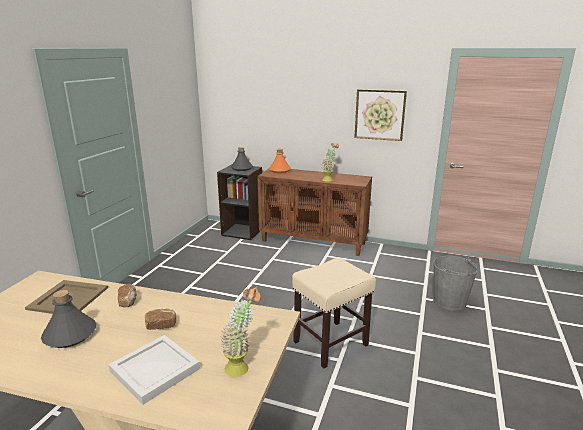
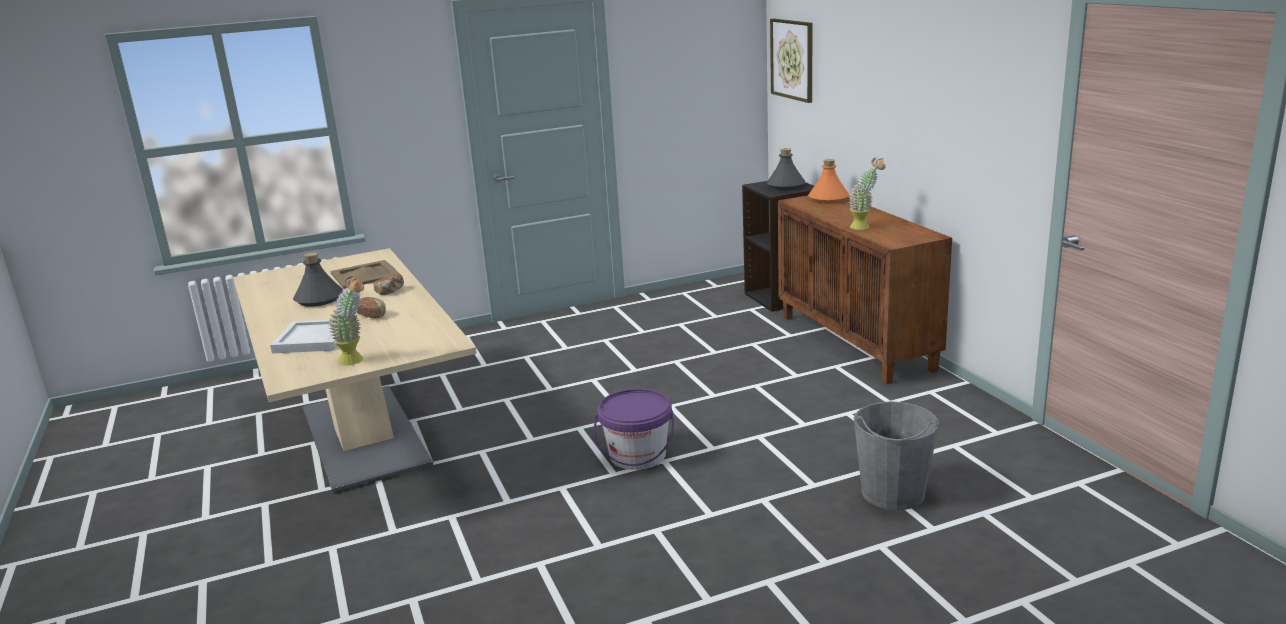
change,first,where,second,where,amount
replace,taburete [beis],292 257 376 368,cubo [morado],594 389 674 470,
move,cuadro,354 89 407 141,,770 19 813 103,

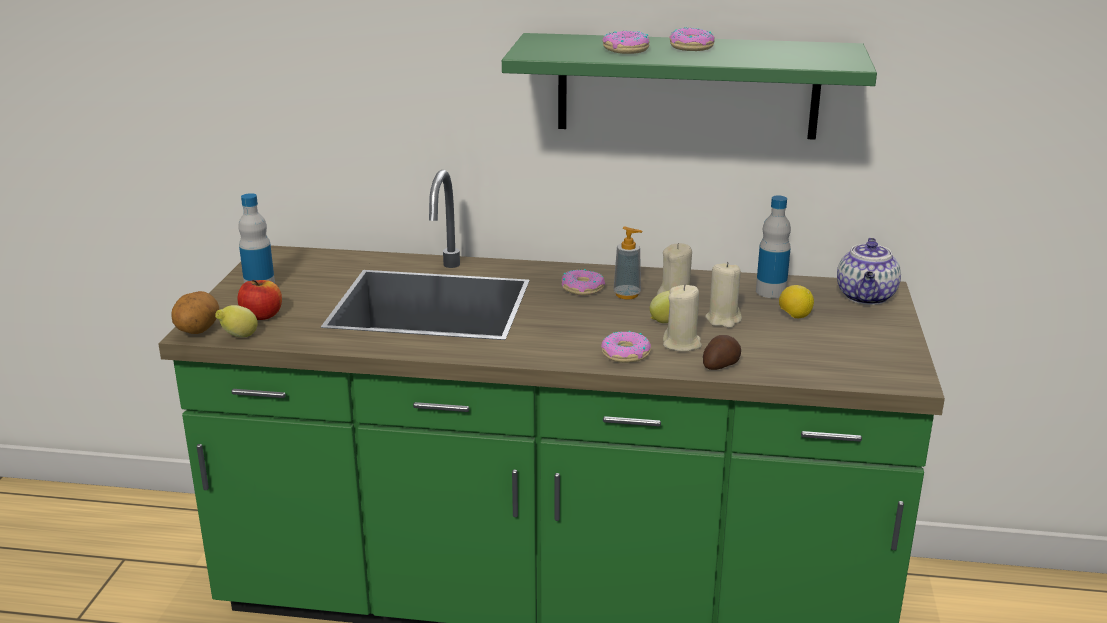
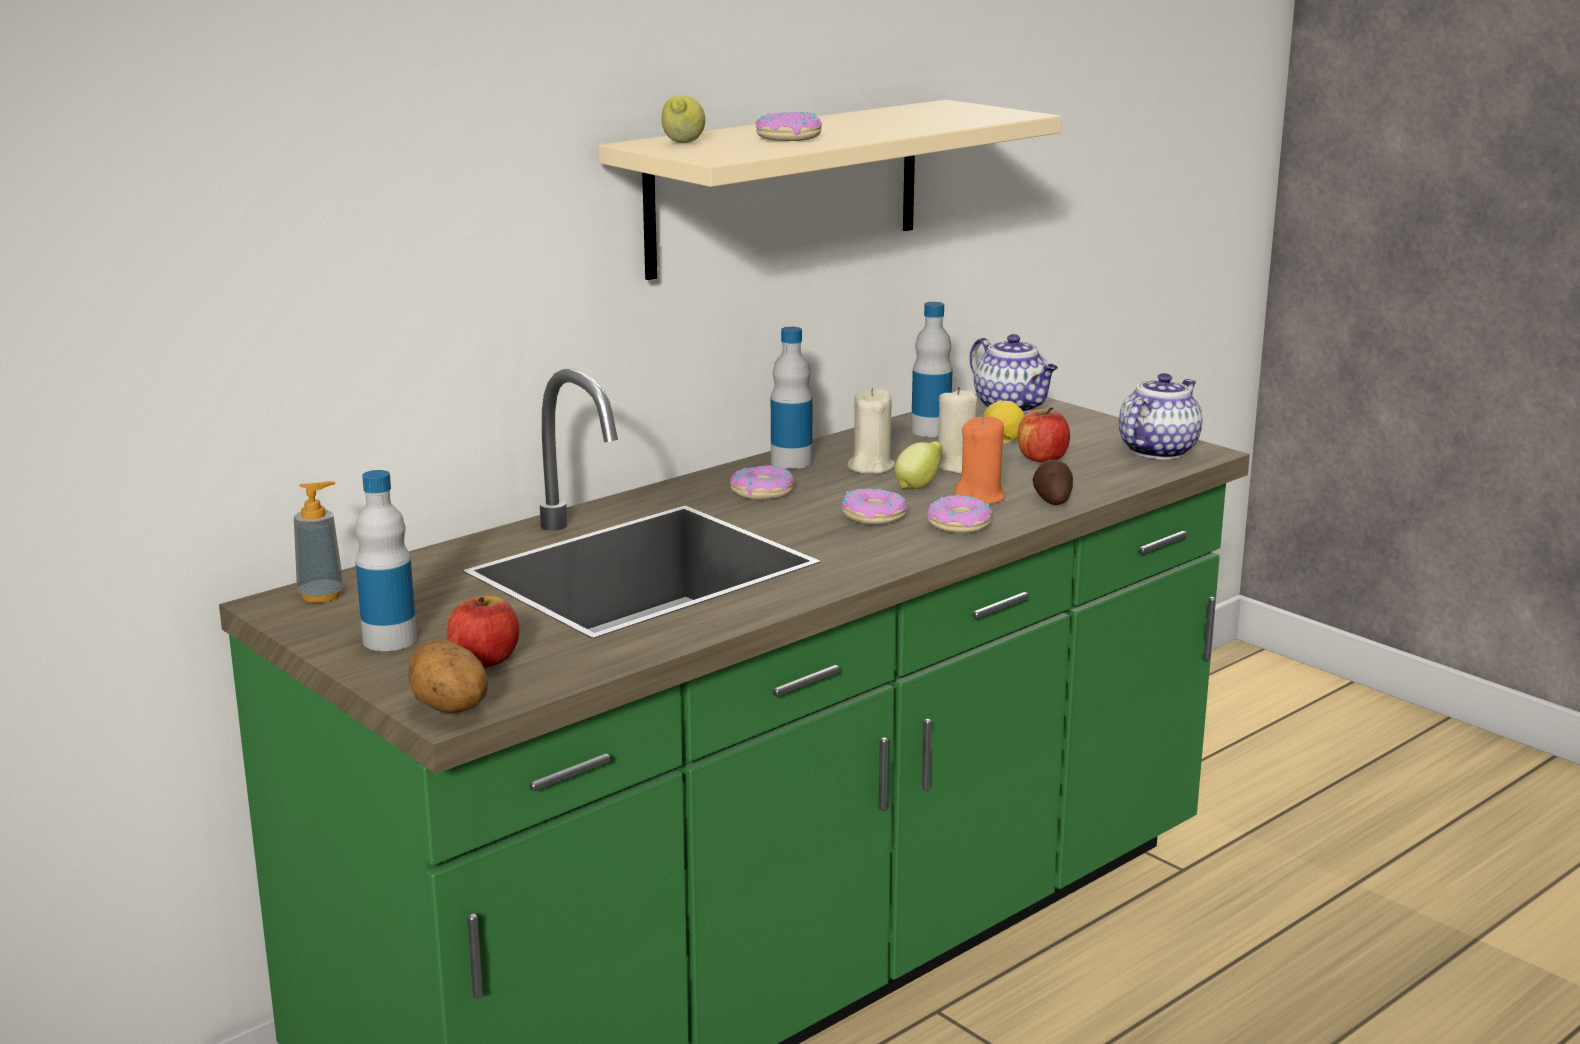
change,first,where,second,where,amount
move,limón,215 305 258 337,,661 95 705 143,
recolor,estante [verde],502 33 877 140,estante [beis],599 100 1062 280,
move,dispensador de jabón,614 227 642 299,,294 481 344 603,
recolor,vela [beis],663 285 702 352,vela [naranja],953 415 1005 504,
move,rosquilla,669 28 715 51,,842 488 907 525,
insert,,,botella,771 327 812 469,
insert,,,manzana,1018 407 1070 463,
insert,,,tetera,1119 373 1203 460,

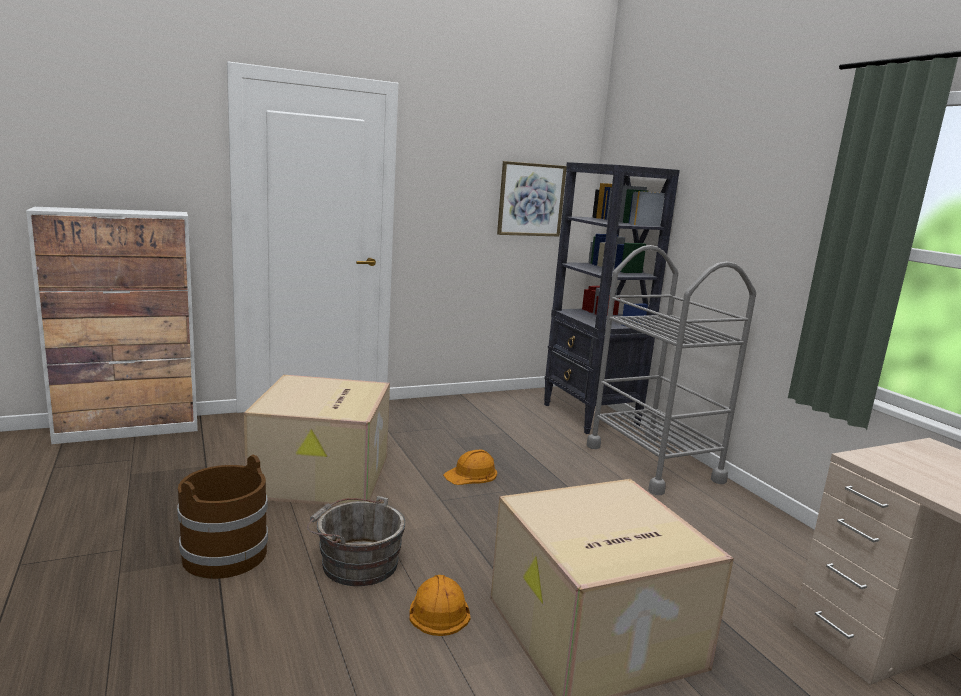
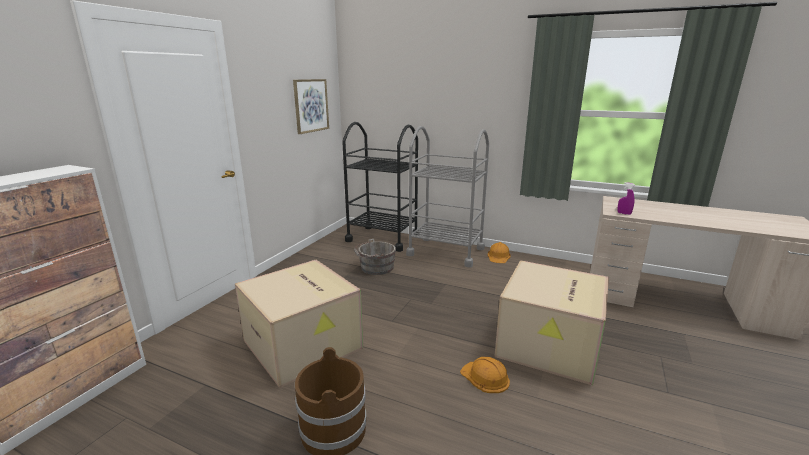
change,first,where,second,where,amount
move,cubo [gris],307 495 405 586,,354 239 396 275,
move,casco [naranja],443 449 497 485,,488 242 511 263,
replace,estantería [negro],544 162 680 434,carrito [negro],342 122 418 252,
insert,,,pulverizador [morado],617 182 635 215,

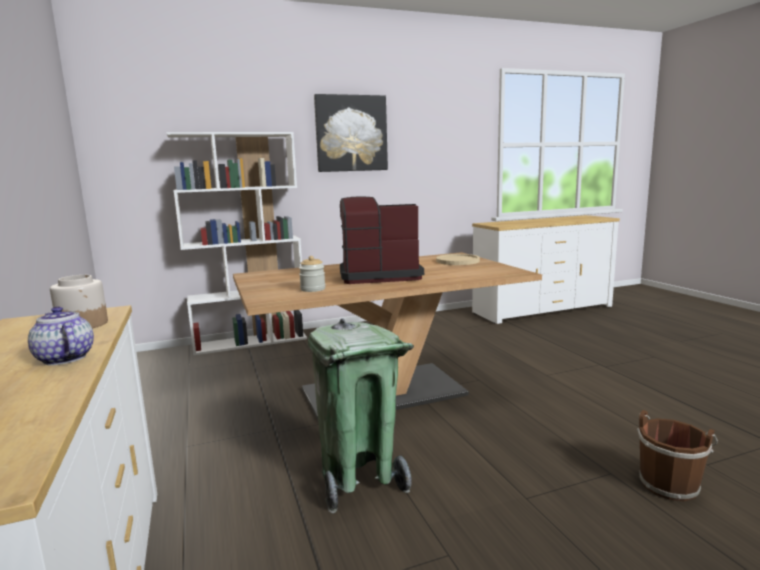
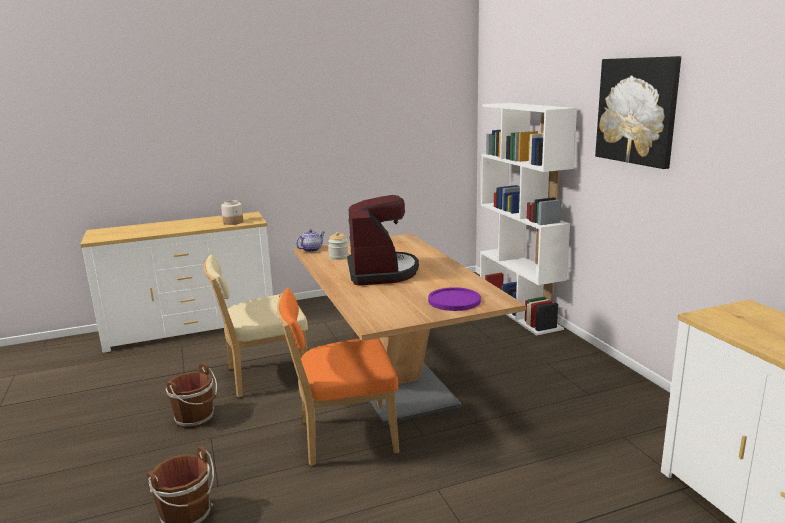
change,first,where,second,where,amount
move,tetera,28 306 94 366,,296 229 325 252,
replace,papelera [verde],308 318 414 513,silla [beis],204 254 308 398,
recolor,plato [beis],436 254 480 265,plato [morado],428 287 481 311,
insert,,,cubo [marrón],166 363 217 428,
insert,,,silla [naranja],277 288 399 466,

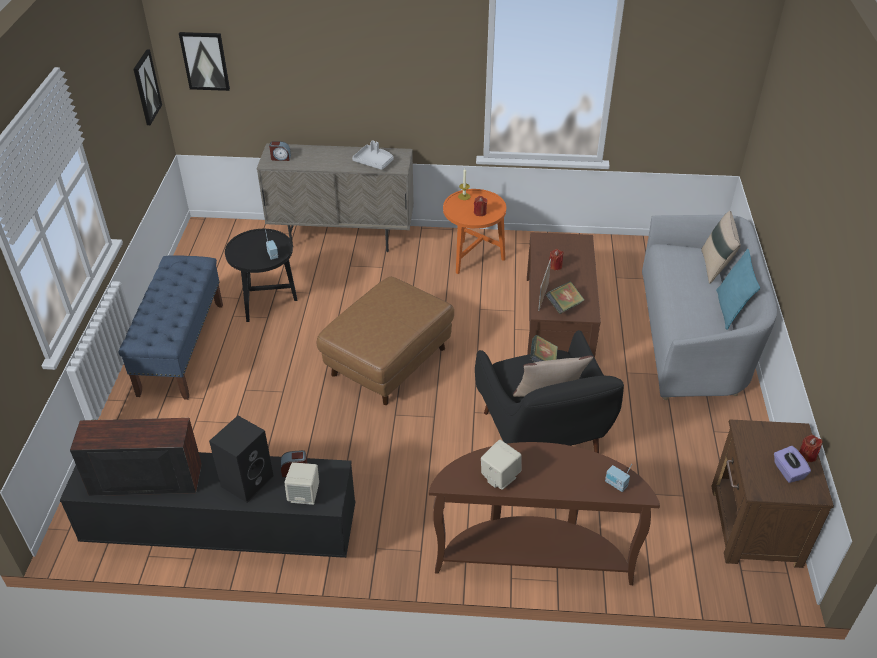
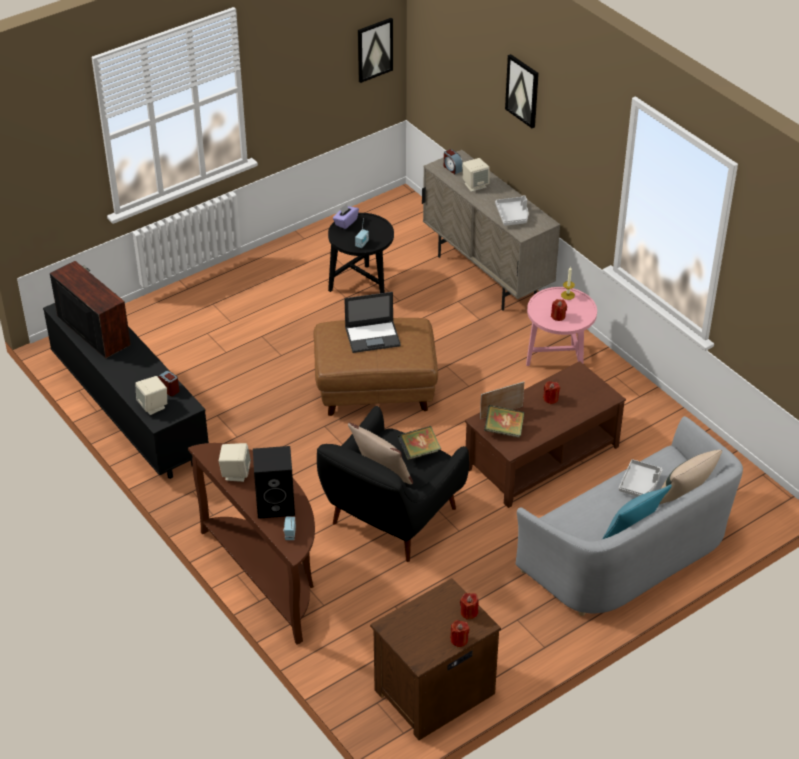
change,first,where,second,where,amount
delete,banco [azul],118 255 223 400,,,
move,cuadro,179 32 230 91,,505 54 539 128,
move,altavoz [negro],209 416 274 503,,253 446 295 519,
recolor,mesa auxiliar [naranja],443 189 506 274,mesa auxiliar [rosa],526 287 597 366,
move,caja de pañuelos [morado],774 446 811 483,,333 204 359 229,
insert,,,portátil,344 292 401 353,
insert,,,vela [rojo],460 593 479 620,
insert,,,altavoz [beis],462 158 489 192,
insert,,,bandeja [gris],619 459 663 497,

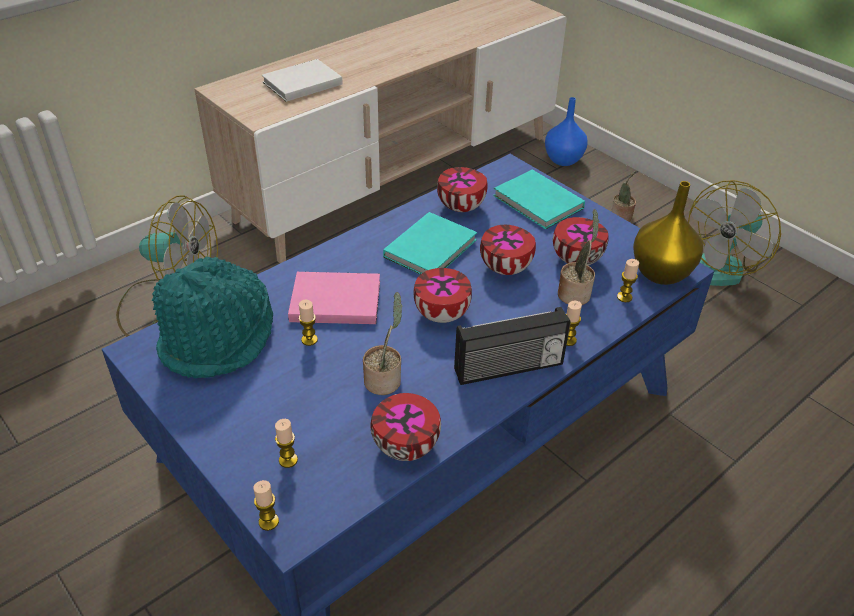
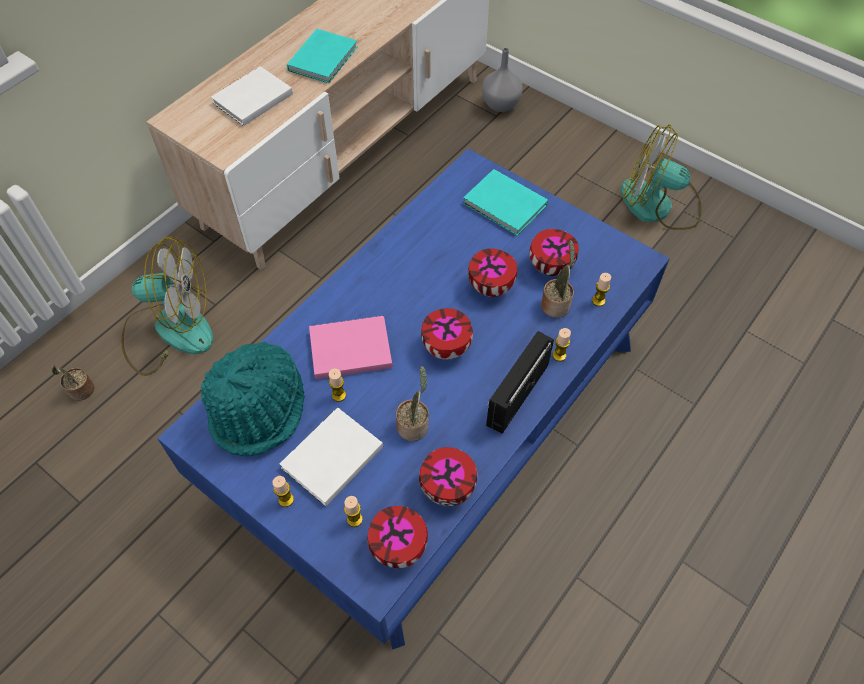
change,first,where,second,where,amount
move,vela,253 480 279 531,,272 476 294 507,
move,libro [turquesa],383 212 477 274,,287 29 358 83,
move,cuenco,437 167 488 212,,367 506 428 568,
rotate,radio,454 307 571 385,,486 331 554 434,150 degrees clockwise
recolor,florero [azul],545 97 588 166,florero [gris],482 48 523 112,
move,planta en maceta,611 171 636 222,,51 365 94 401,
delete,florero [amarillo],633 181 703 285,,,
rotate,ventilador,688 180 781 286,,621 125 702 230,75 degrees clockwise
insert,,,libro [blanco],280 407 383 506,

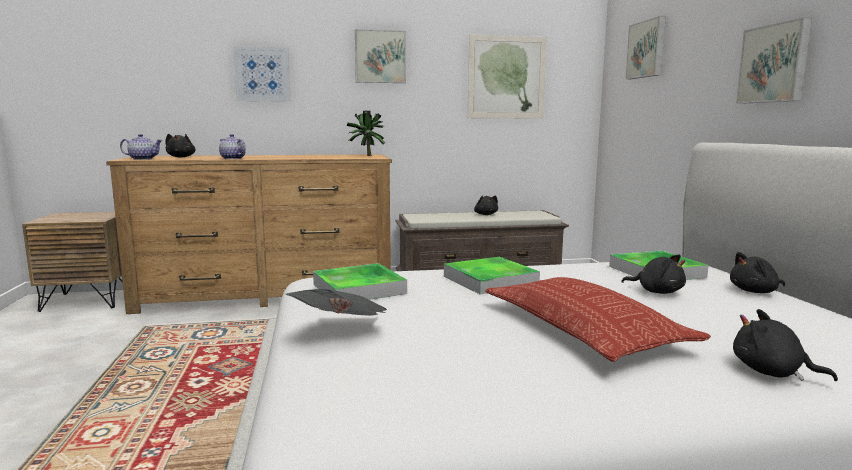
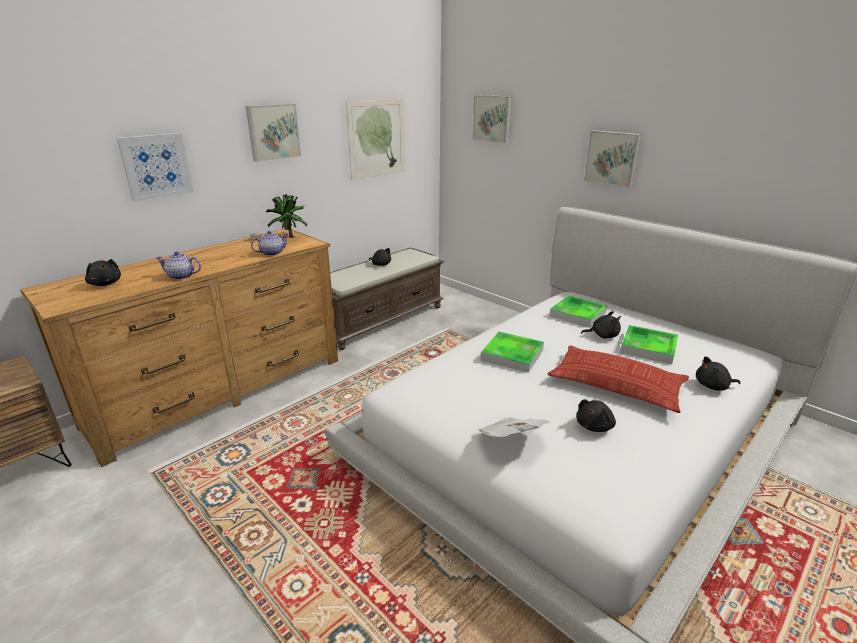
change,first,where,second,where,amount
move,tetera,120 134 163 160,,251 231 289 256,
move,bandeja,313 263 407 300,,620 325 678 364,
move,peluche [negro],730 252 785 293,,576 399 616 432,

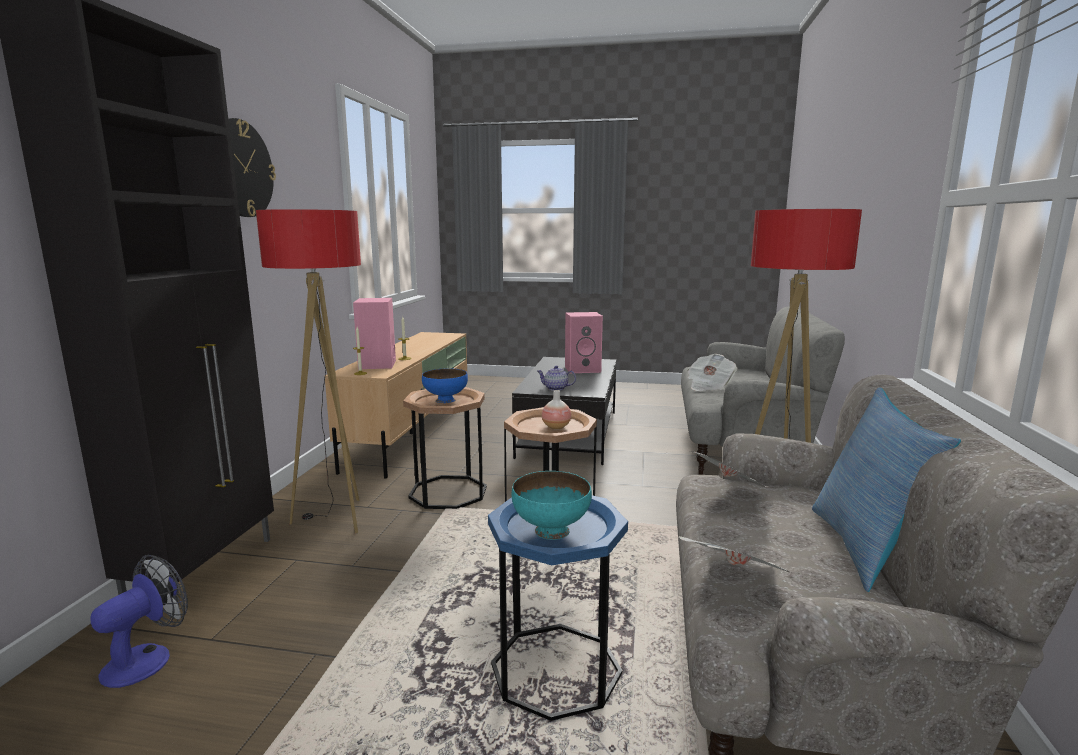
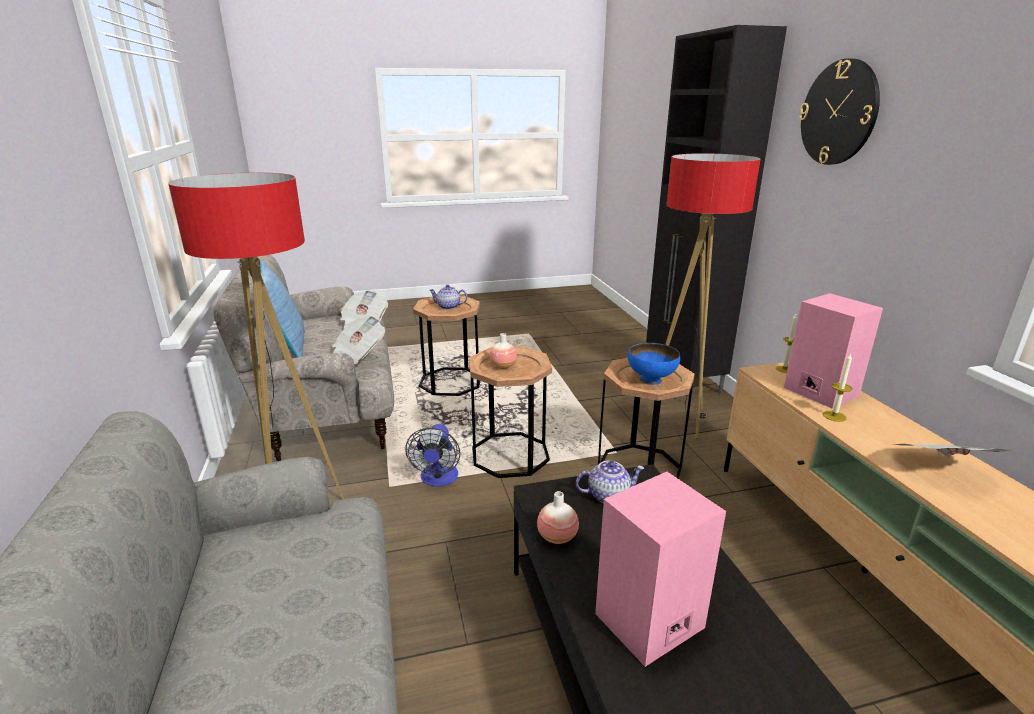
change,first,where,second,where,amount
move,ventilador,90 555 188 688,,405 424 460 487,
recolor,mesa auxiliar [azul],488 495 628 721,mesa auxiliar [marrón],413 295 481 396,
replace,cuenco [turquesa],512 471 592 540,tetera,429 285 467 310,
move,periódico,688 354 737 391,,894 444 1010 457,
insert,,,florero,537 491 579 544,

